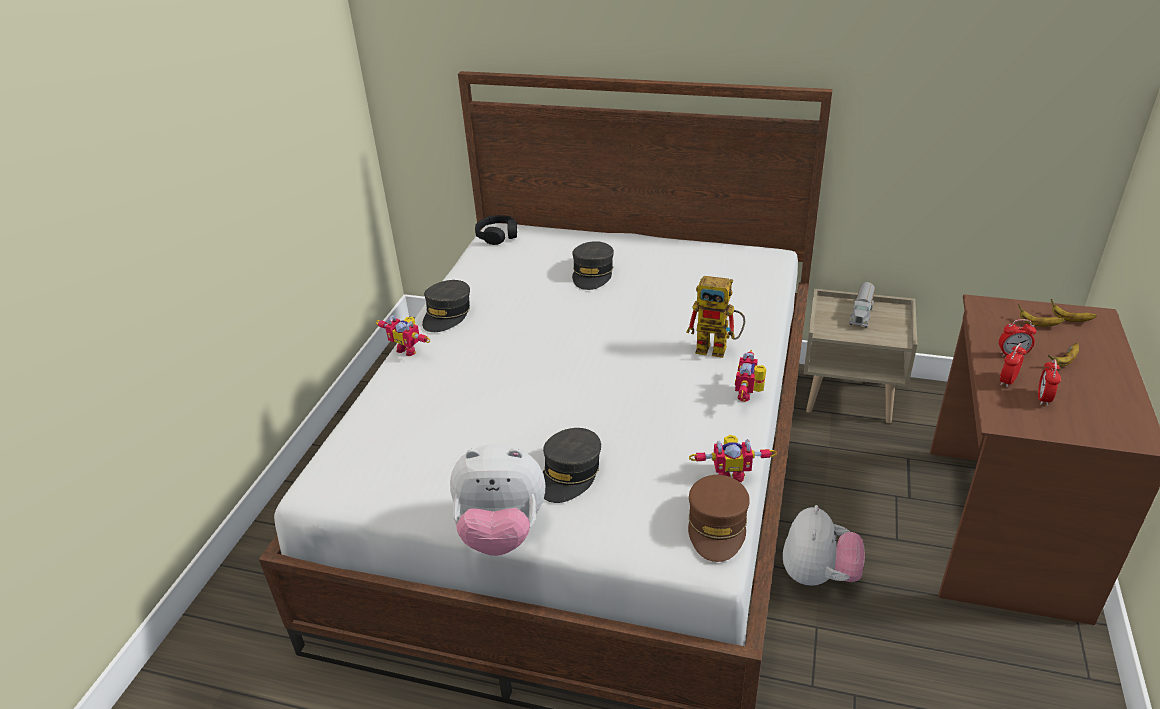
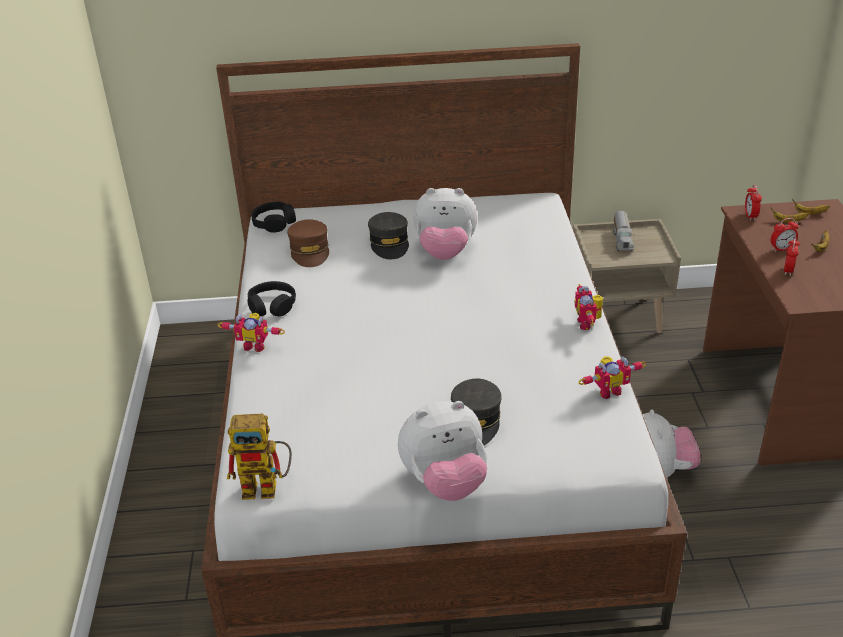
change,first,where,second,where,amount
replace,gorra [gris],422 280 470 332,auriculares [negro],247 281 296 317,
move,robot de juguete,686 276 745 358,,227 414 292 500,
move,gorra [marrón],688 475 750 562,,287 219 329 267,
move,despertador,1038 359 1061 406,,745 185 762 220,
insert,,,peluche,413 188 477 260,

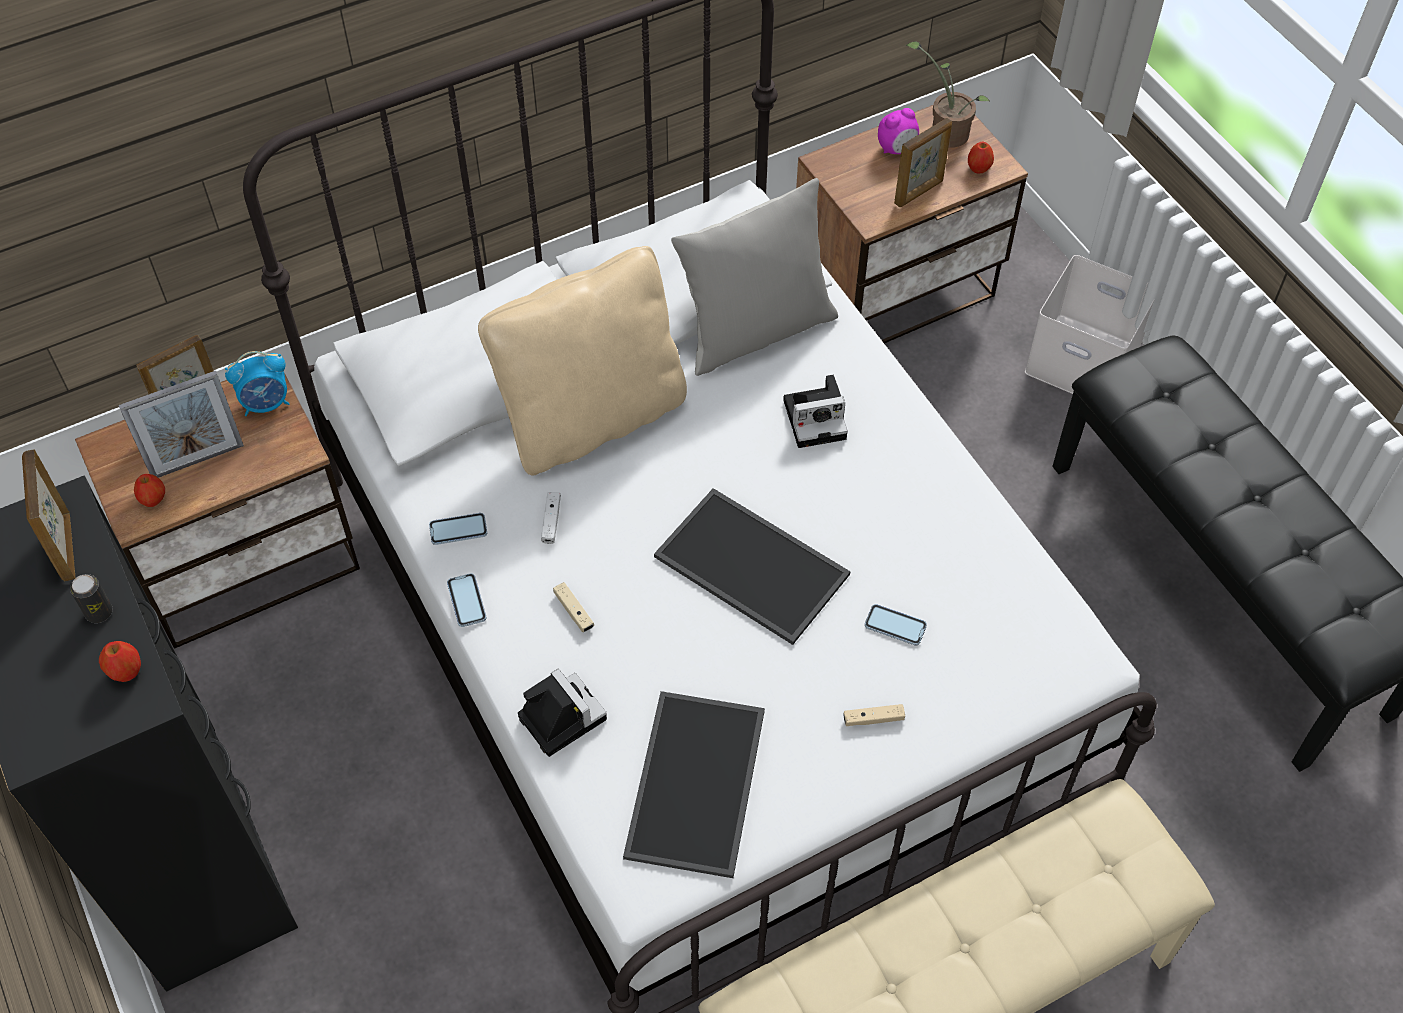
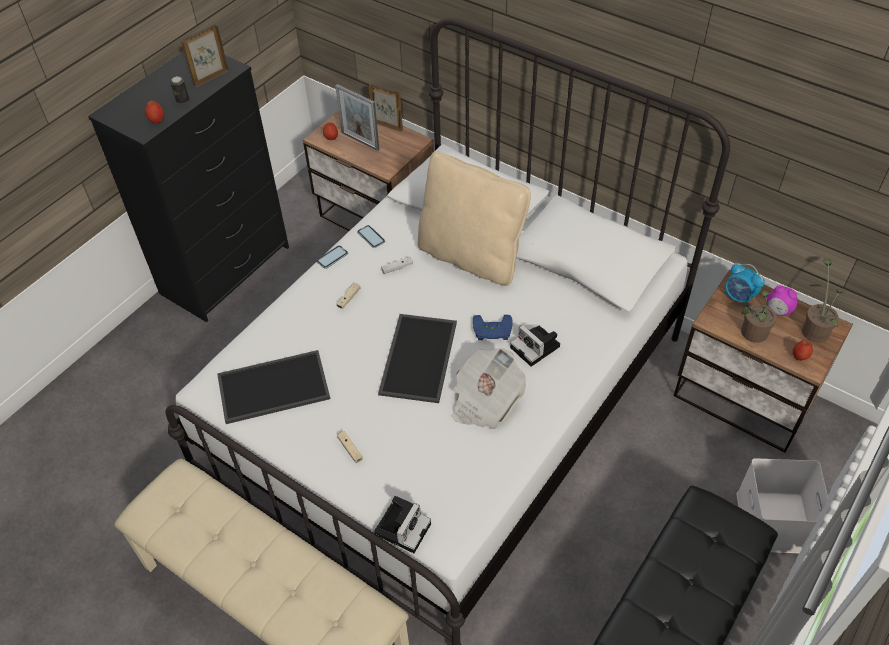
change,first,where,second,where,amount
move,despertador,225 351 289 416,,724 263 765 307,
move,cámara,518 669 607 757,,374 496 431 553,
delete,cojín [gris],671 178 838 376,,,
delete,móvil,865 604 927 645,,,
replace,portarretratos,894 118 952 207,planta en maceta,741 290 776 343,
insert,,,periódico,452 348 526 429,
insert,,,mando de consola [azul],473 315 513 340,

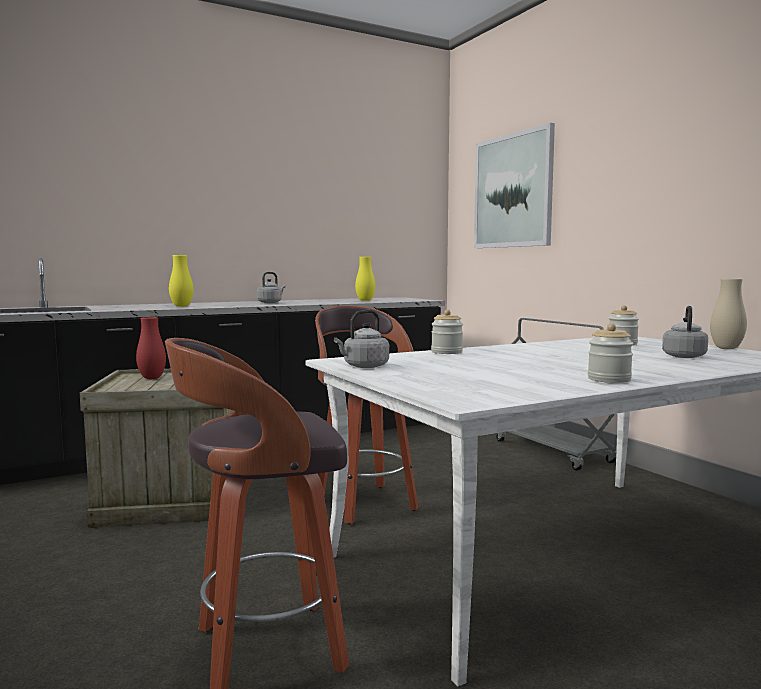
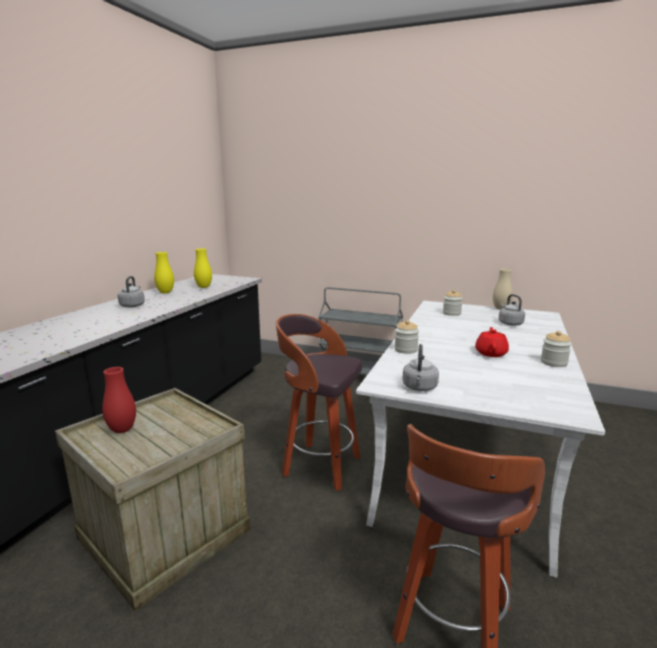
change,first,where,second,where,amount
move,florero [amarillo],169 255 193 307,,154 252 174 293,
delete,cuadro,474 123 555 248,,,
insert,,,tetera [rojo],475 327 509 357,

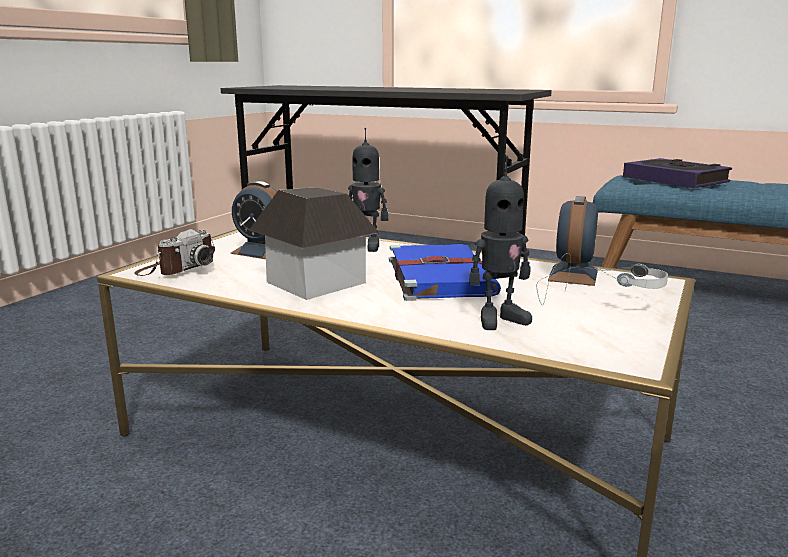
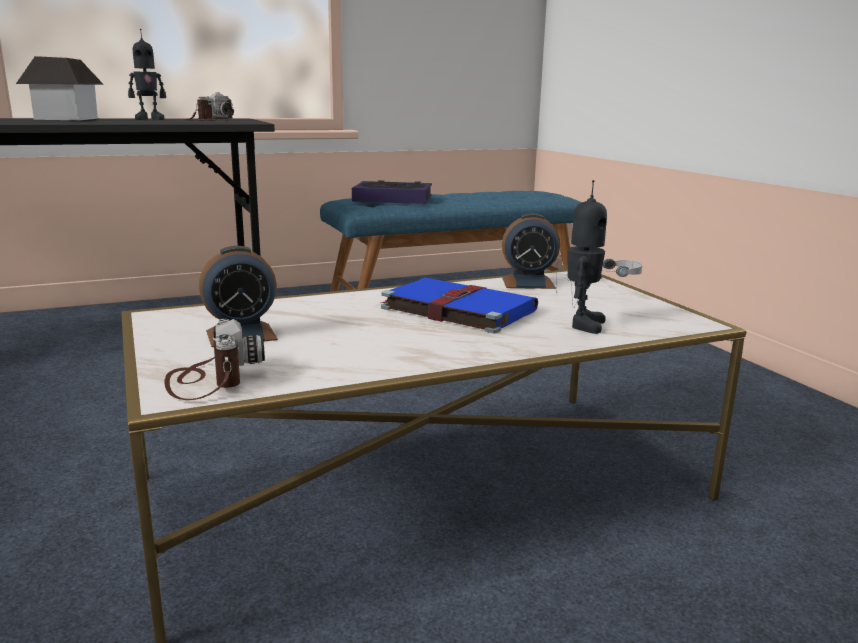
change,first,where,second,where,amount
move,casita,249 187 379 300,,16 56 104 120,
move,robot de juguete,348 128 388 252,,128 29 166 120,
rotate,despertador,548 196 598 286,,502 213 560 289,60 degrees counterclockwise
insert,,,cámara,182 92 234 121,

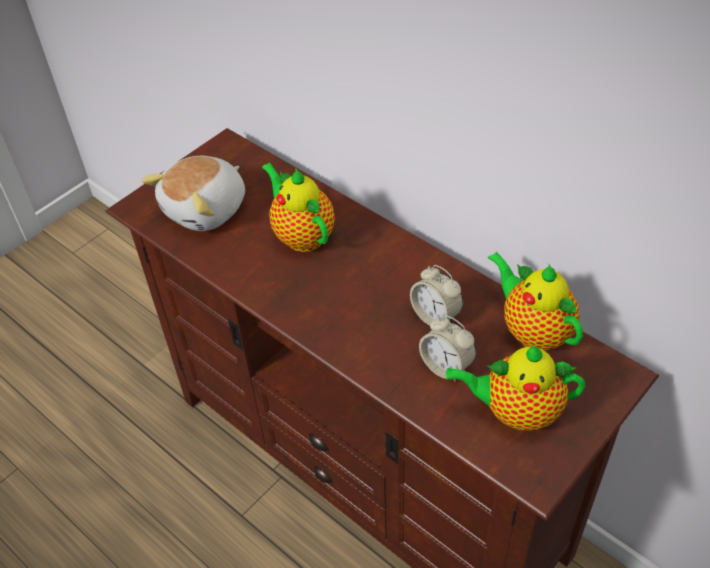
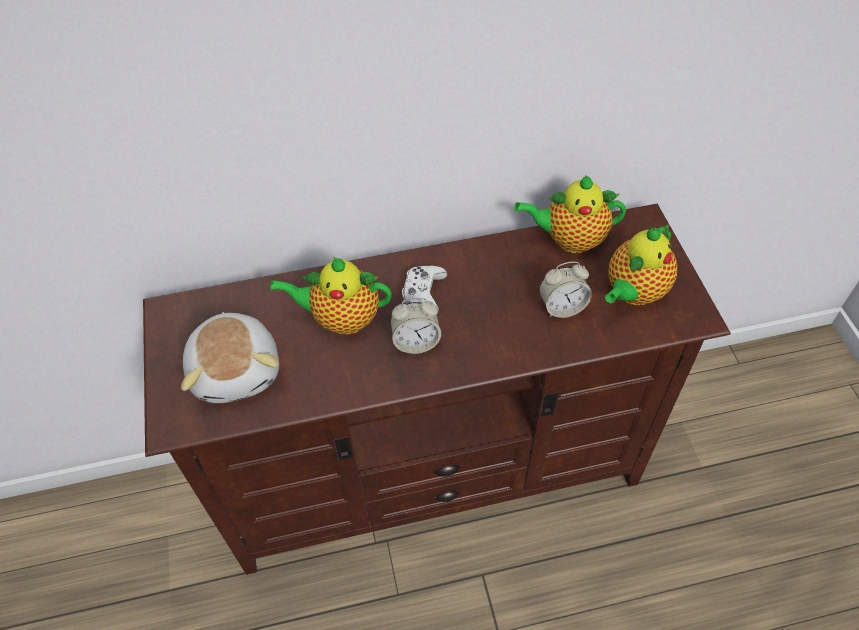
change,first,where,second,where,amount
move,despertador,410 265 463 325,,391 298 441 354,
insert,,,mando de consola [blanco],402 266 447 312,

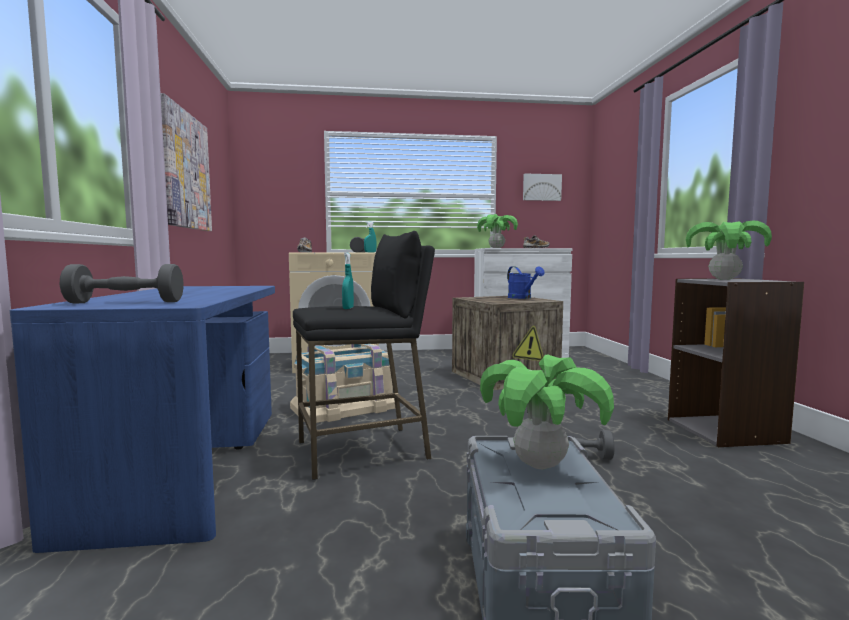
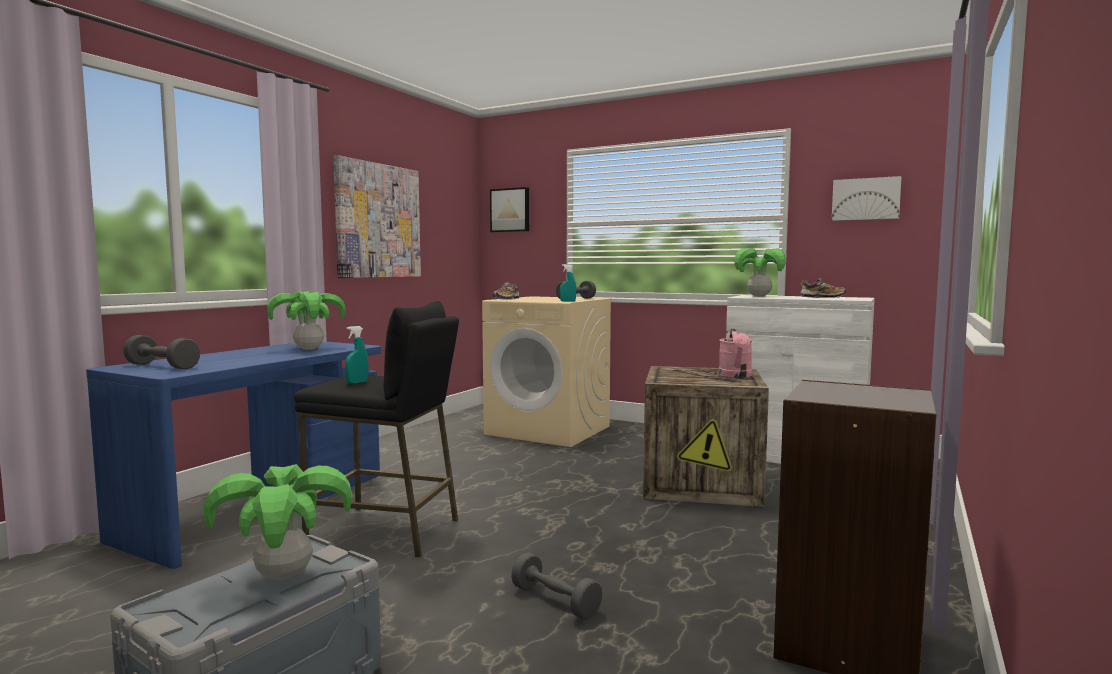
change,first,where,second,where,amount
delete,caja de almacenaje [beis],290 344 395 423,,,
recolor,regadera [azul],507 266 544 299,regadera [rosa],719 329 752 378,
move,planta en maceta,686 220 772 280,,267 291 346 350,
insert,,,cuadro,490 187 529 232,

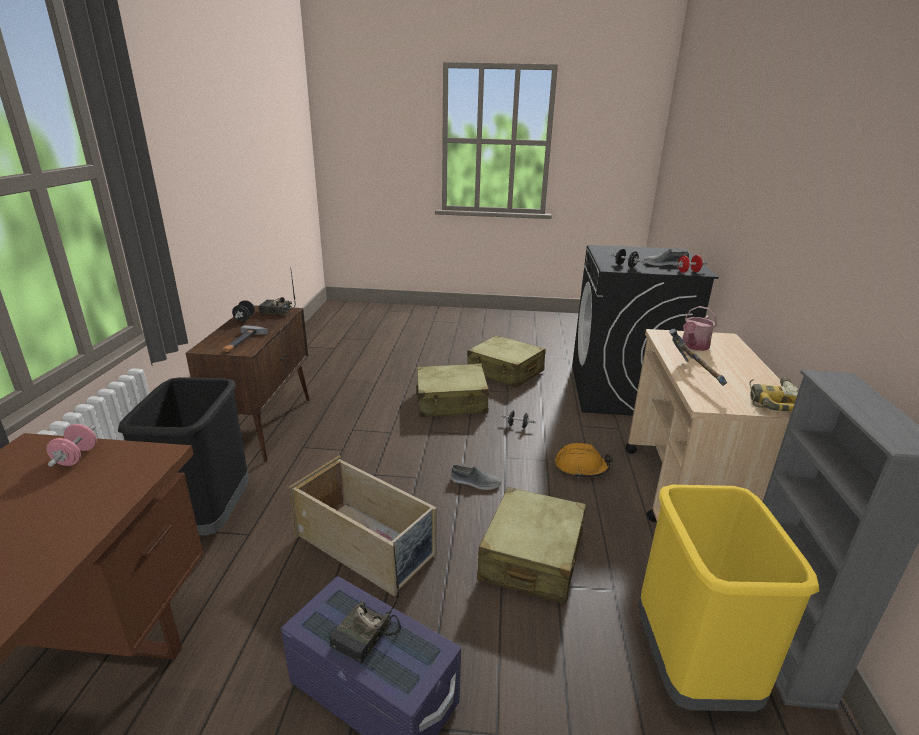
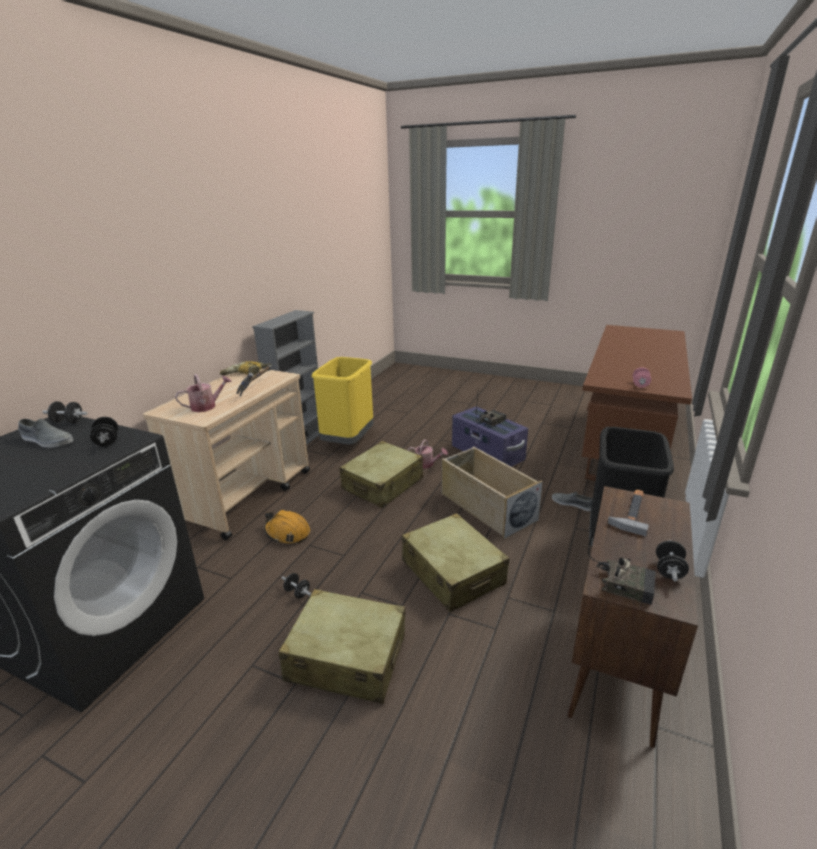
change,first,where,second,where,amount
move,zapato [gris],451 465 501 490,,552 492 593 511,
move,maleta [beis],467 335 546 388,,402 513 509 612,
recolor,mancuerna [rojo],673 255 707 273,mancuerna [negro],43 401 87 424,
insert,,,regadera,408 439 448 469,

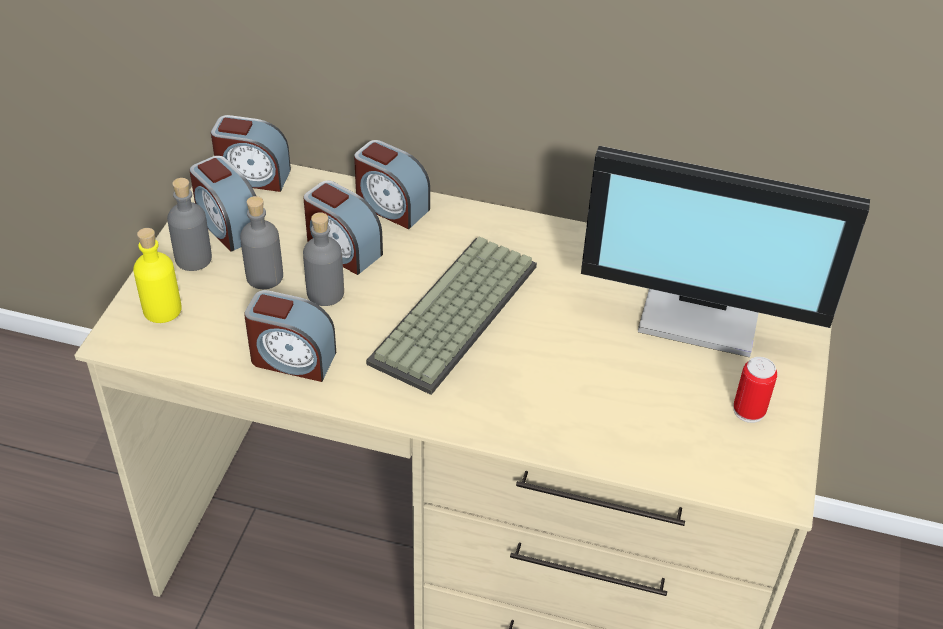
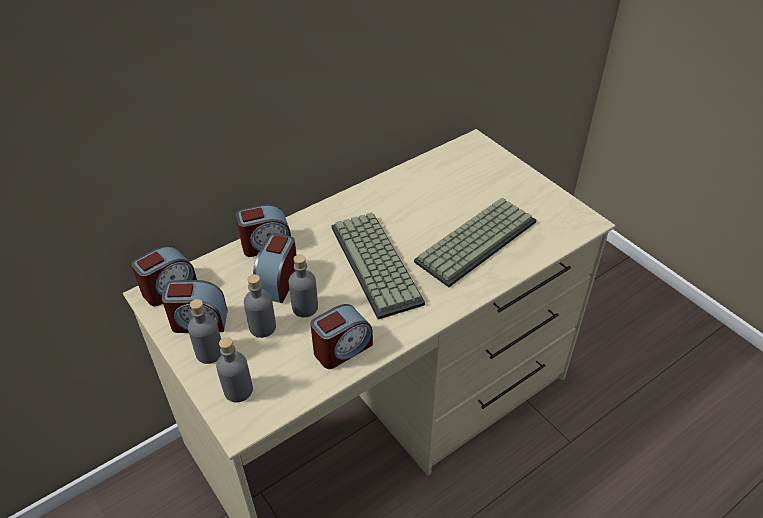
change,first,where,second,where,amount
recolor,botella [amarillo],133 228 182 323,botella [gris],216 337 253 402,
rotate,despertador,303 181 383 275,,253 233 297 303,120 degrees clockwise
delete,monitor,581 146 870 357,,,
delete,lata,733 357 777 423,,,
insert,,,teclado,414 198 536 287,

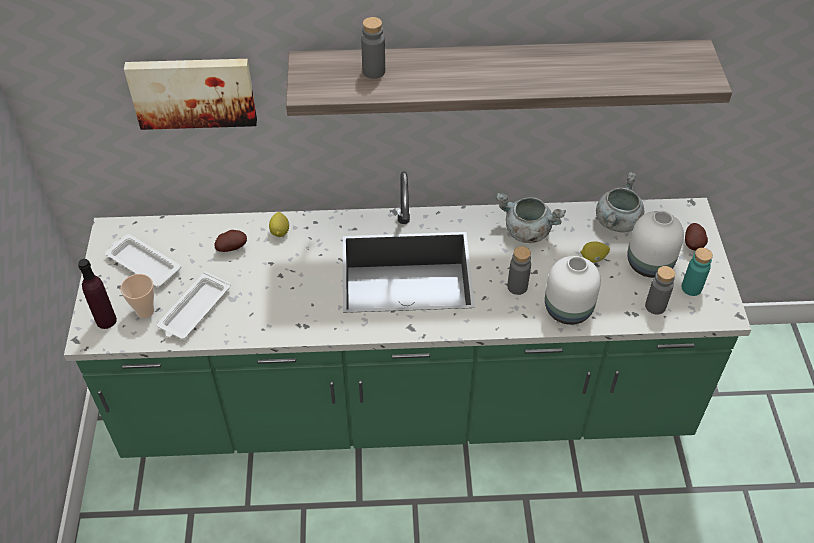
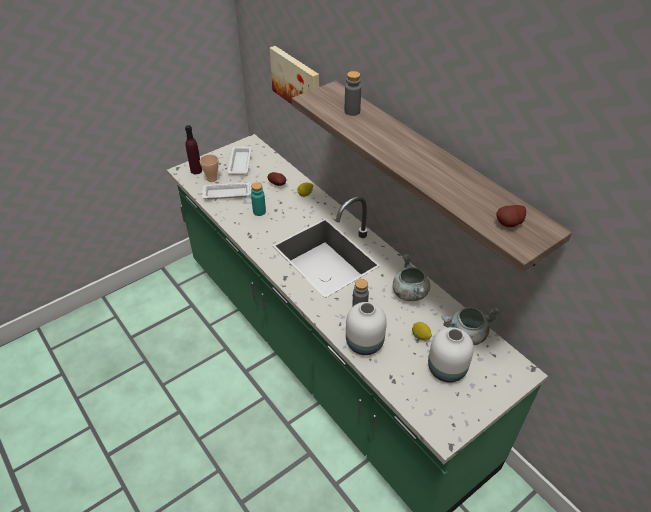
change,first,where,second,where,amount
delete,botella [gris],645 266 675 315,,,
move,botella [turquesa],682 248 713 296,,251 182 266 216,
move,patata,685 223 708 251,,497 205 526 227,

